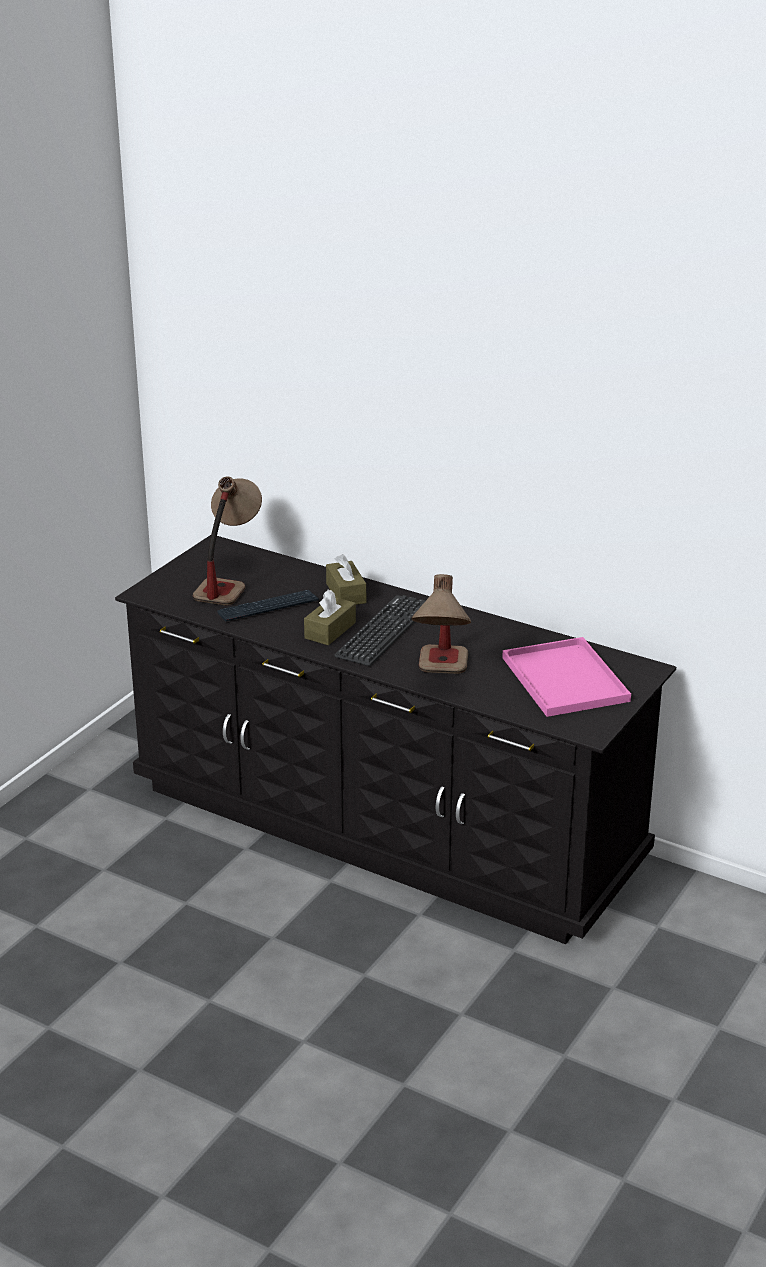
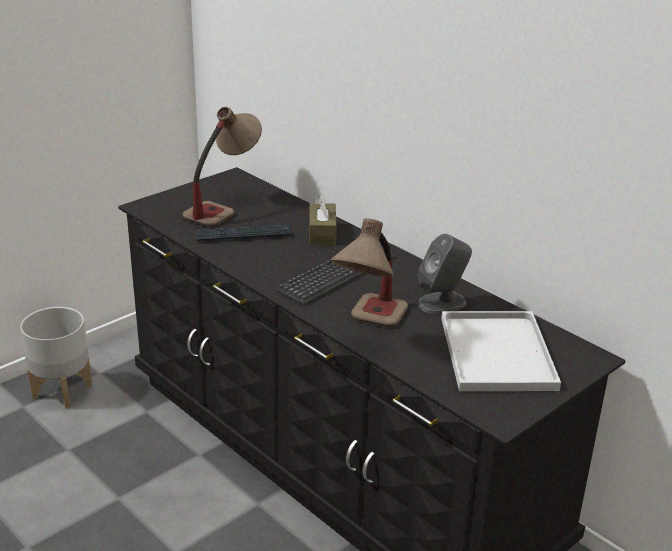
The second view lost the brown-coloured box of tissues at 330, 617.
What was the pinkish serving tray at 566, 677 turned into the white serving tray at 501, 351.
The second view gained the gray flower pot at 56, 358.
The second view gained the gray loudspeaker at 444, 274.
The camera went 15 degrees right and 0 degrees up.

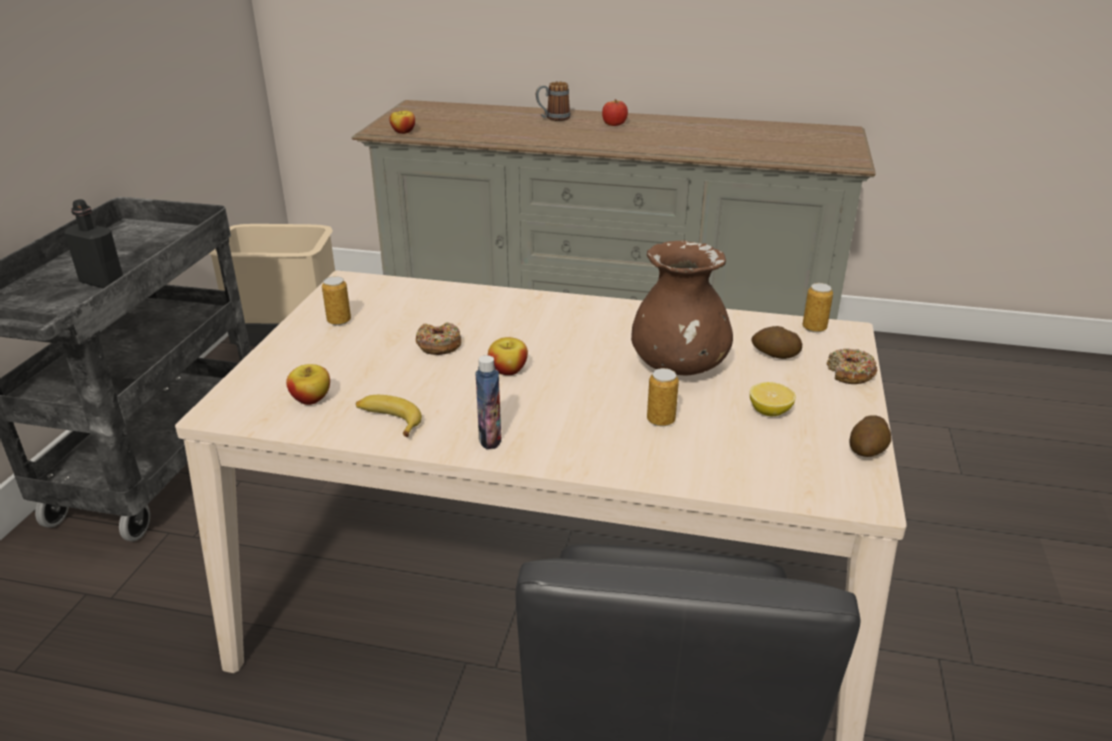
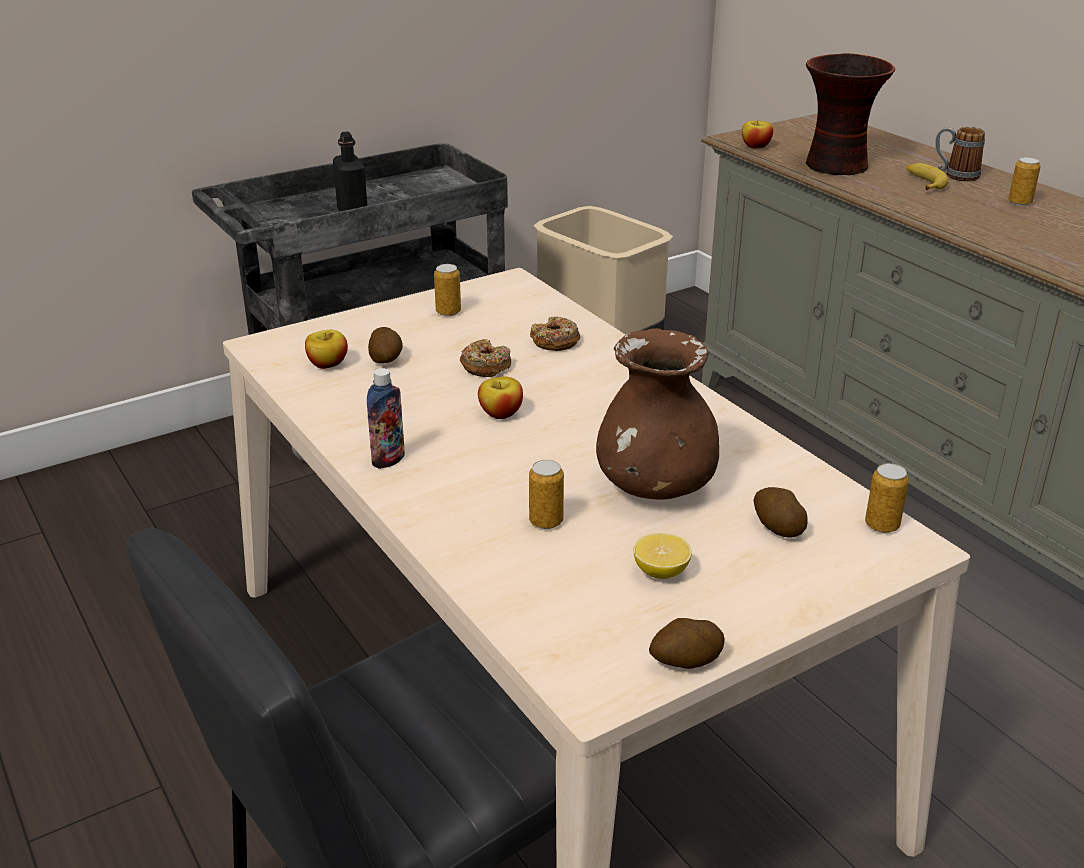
The banana ended up elsewhere, having gone from 389, 416 to 927, 176.
Where the apple fruit stood at 615, 112, the can came to stand at 1024, 181.
The ring doughnut ended up elsewhere, having gone from 852, 366 to 555, 334.
The second view gained the potato at 385, 345.
The second view gained the vase at 850, 114.
The camera went 45 degrees right and 0 degrees up.

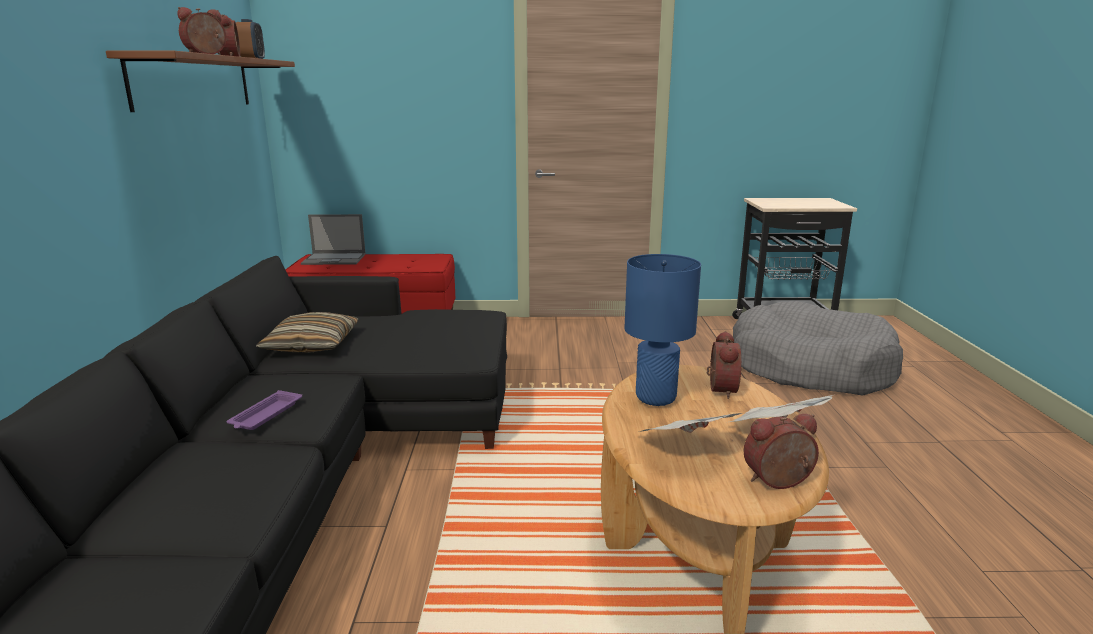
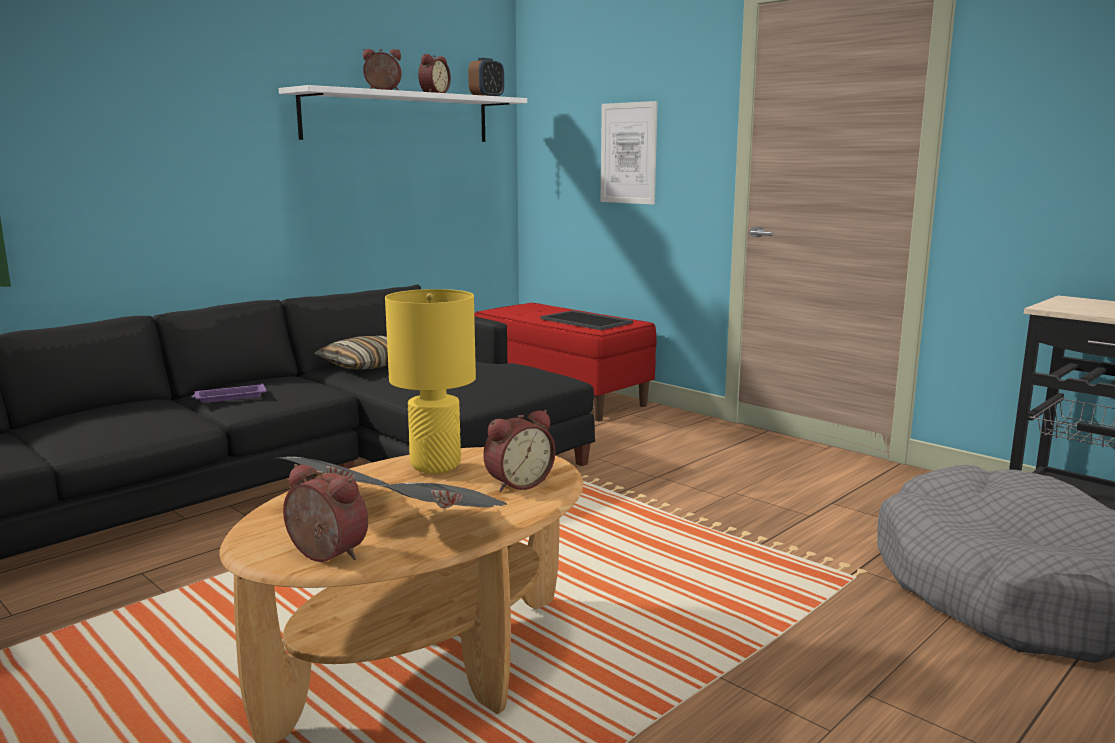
What was the brown-coloured wall shelf at 200, 81 turned into the white wall shelf at 403, 113.
The second view lost the portable computer at 333, 239.
What was the blue-coloured lamp for a table at 662, 330 turned into the yellow-coloured lamp for a table at 430, 381.
The second view gained the serving tray at 587, 320.
The second view gained the wall art at 629, 153.
The camera went 45 degrees right and 5 degrees down.

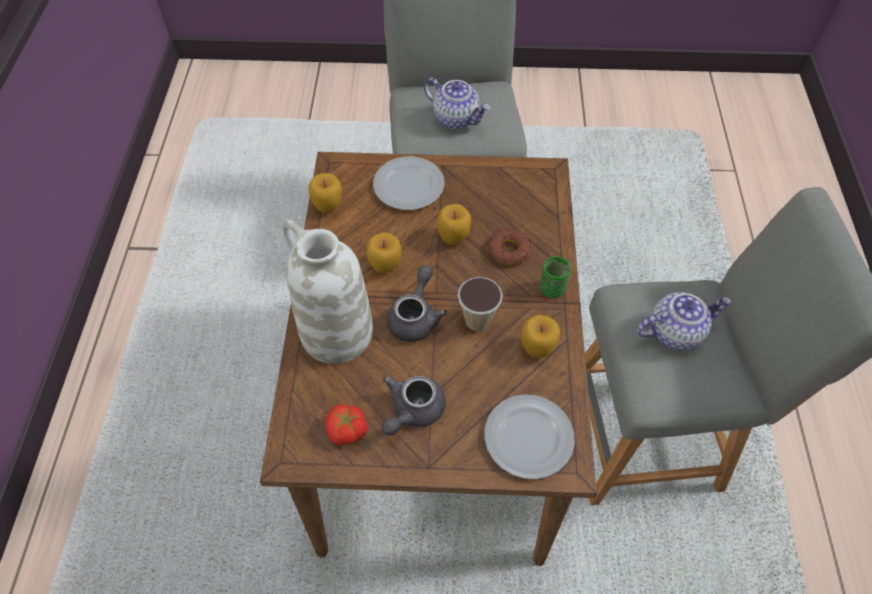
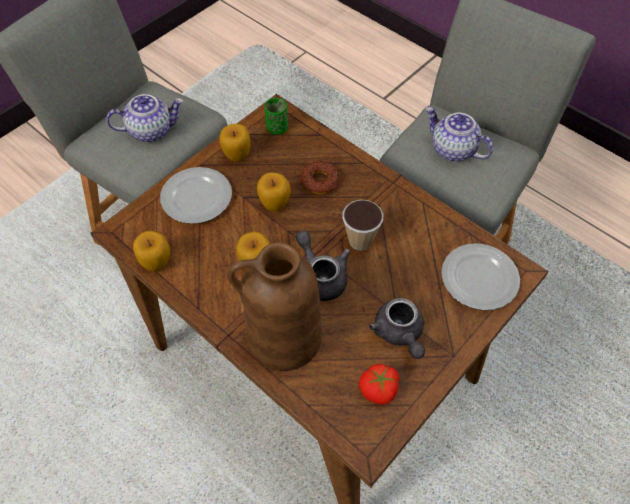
What was the white vase at 327, 292 turned into the brown-coloured vase at 274, 307.
The apple fruit ended up elsewhere, having gone from 540, 336 to 235, 143.
The green-coloured small cup ended up elsewhere, having gone from 555, 277 to 276, 116.
The tea pot at 684, 321 ended up facing another way, 75 degrees counterclockwise from before.
The camera went 50 degrees left and 0 degrees up.

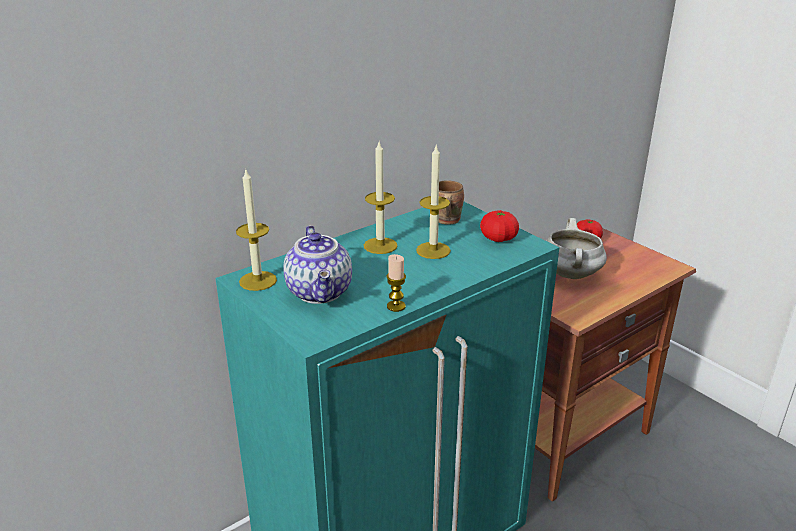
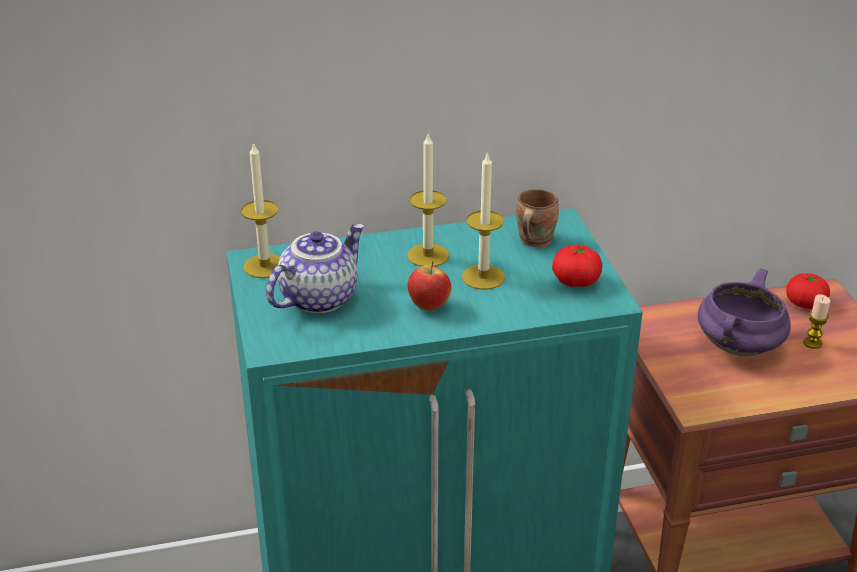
The tea pot at 317, 264 ended up facing another way, 150 degrees counterclockwise from before.
The wax candle ended up elsewhere, having gone from 396, 283 to 816, 321.
What was the white stockpot at 576, 248 turned into the purple stockpot at 744, 312.
The second view gained the apple fruit at 429, 286.
The camera went 25 degrees right and 5 degrees up.

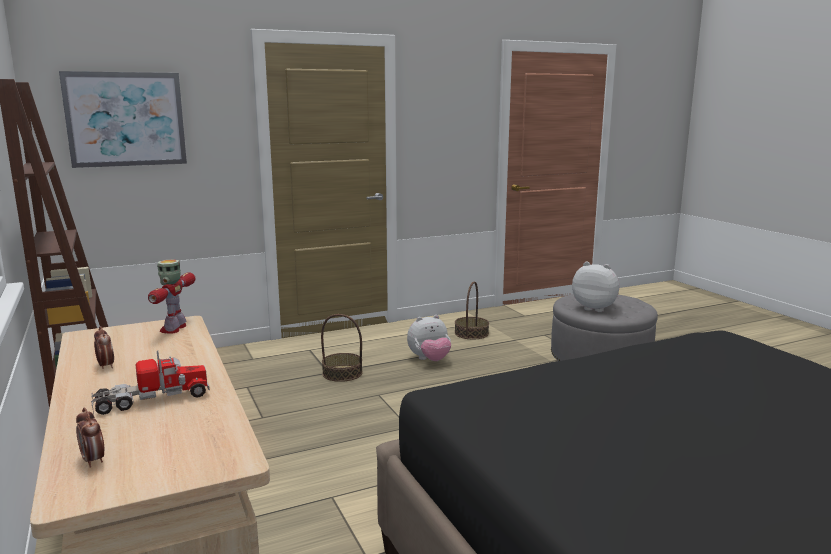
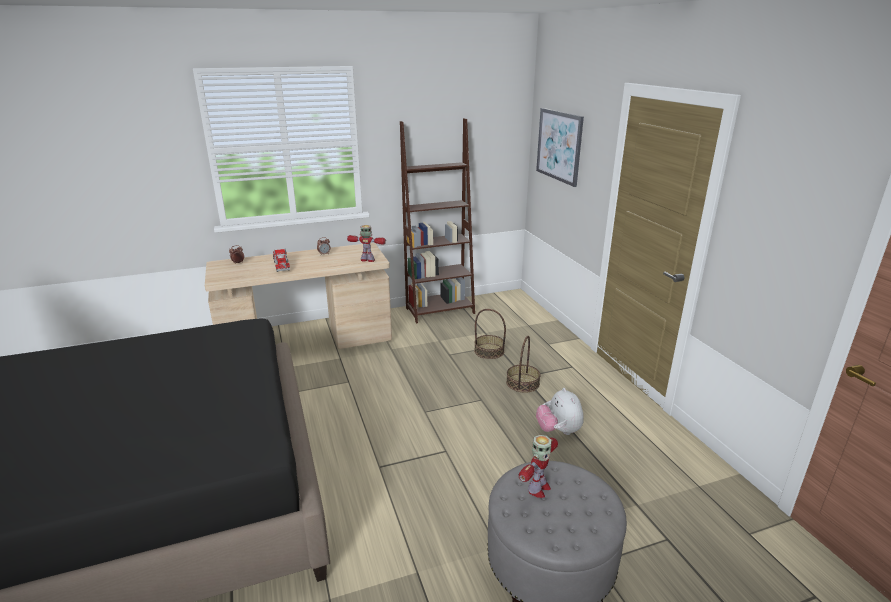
The storage basket ended up elsewhere, having gone from 471, 310 to 490, 334.
Where the soft toy stood at 596, 287, the model robot came to stand at 538, 466.
The camera went 95 degrees right and 10 degrees up.

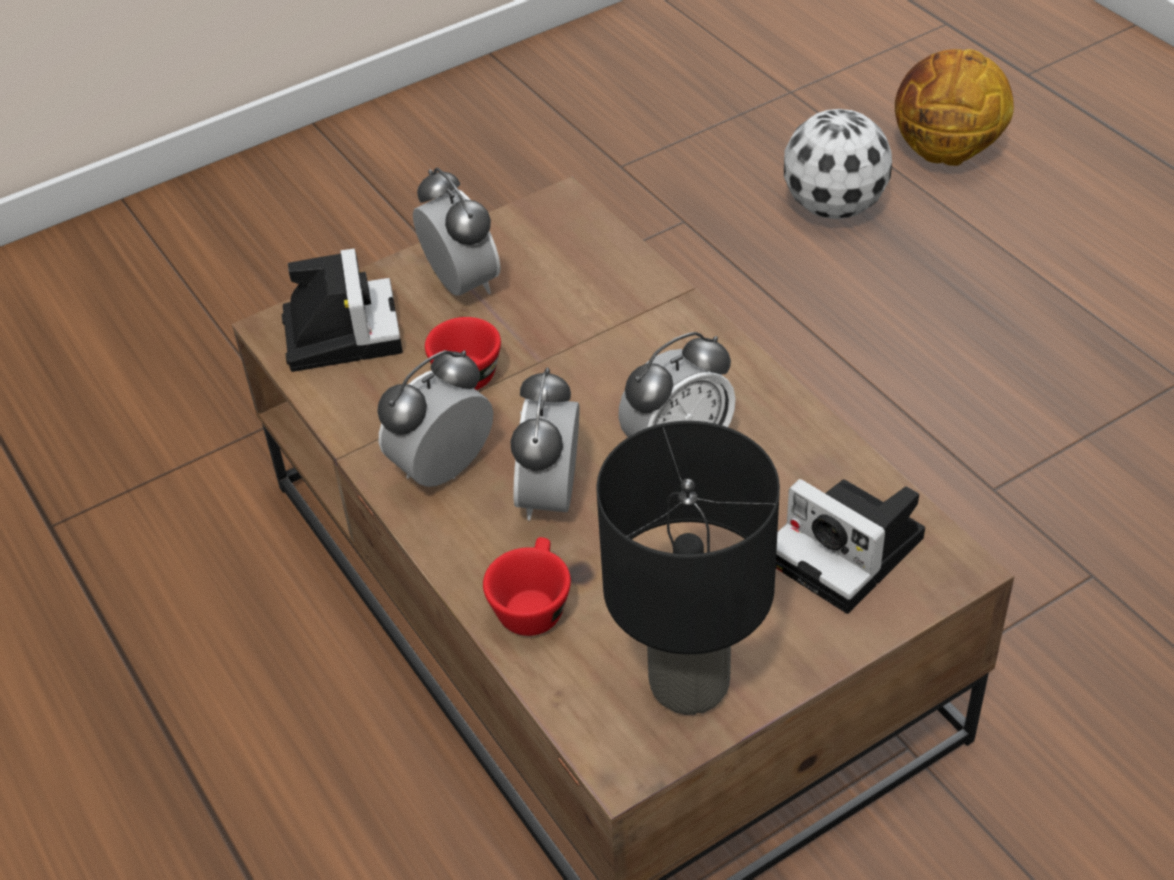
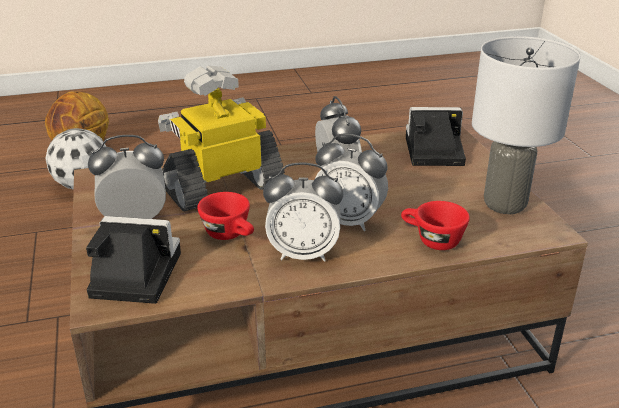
The alarm clock at 435, 418 ended up facing another way, 60 degrees counterclockwise from before.
What was the black lamp for a table at 688, 568 turned into the white lamp for a table at 526, 125.
The still camera at 850, 546 ended up facing another way, 150 degrees counterclockwise from before.
The second view gained the model robot at 221, 138.
The camera went 75 degrees left and 15 degrees down.

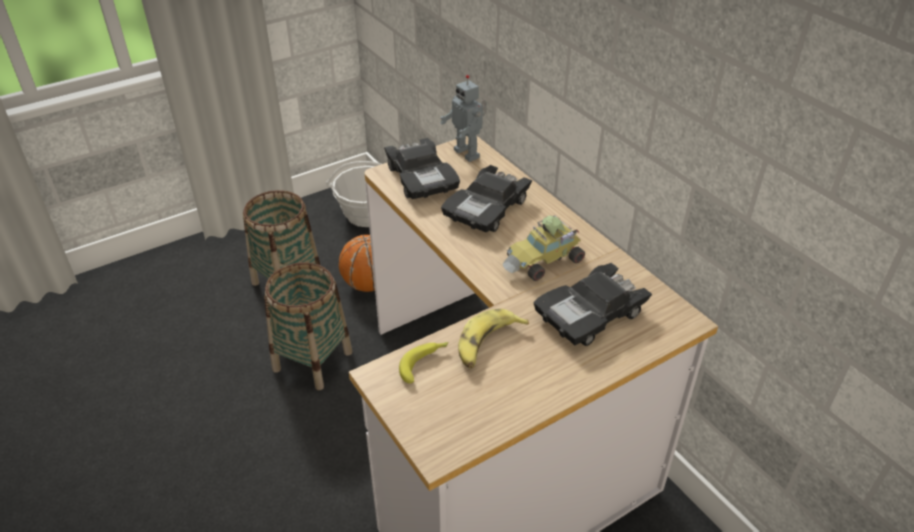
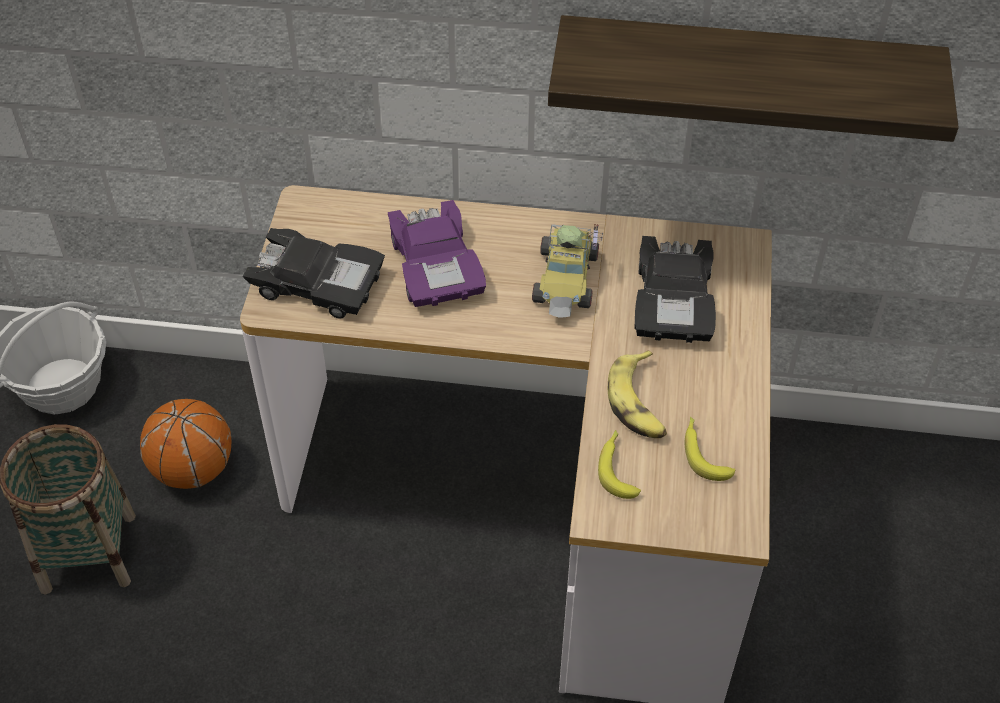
The second view lost the storage basket at 308, 326.
The second view lost the model robot at 463, 118.
What was the black miniature car at 486, 199 turned into the purple miniature car at 437, 253.
The second view gained the wall shelf at 753, 78.
The second view gained the banana at 710, 449.
The camera went 50 degrees left and 10 degrees up.

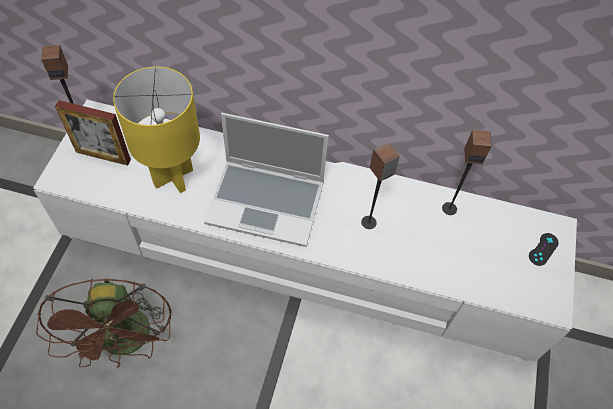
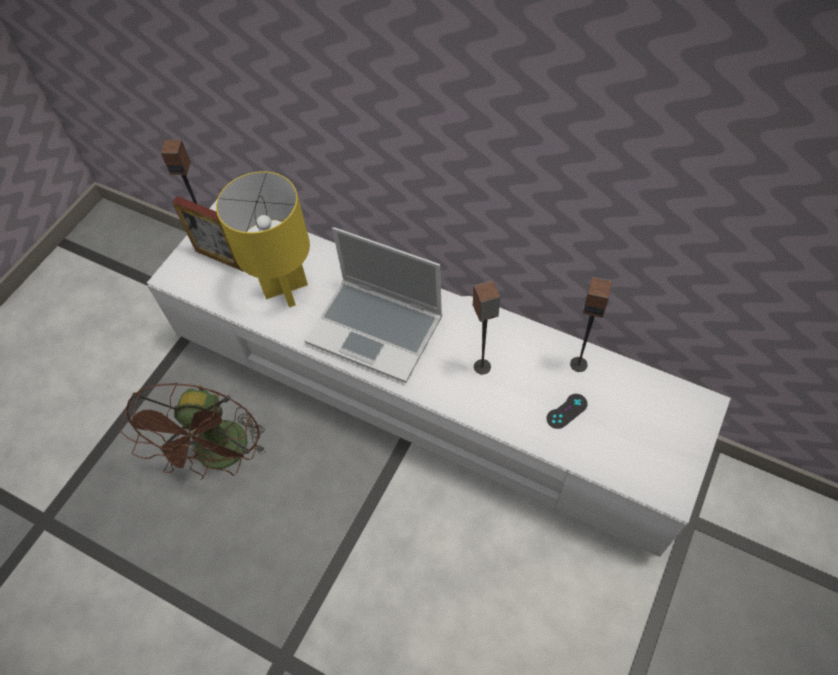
The black gamepad ended up elsewhere, having gone from 544, 249 to 567, 411.
The camera went 20 degrees right and 0 degrees up.

